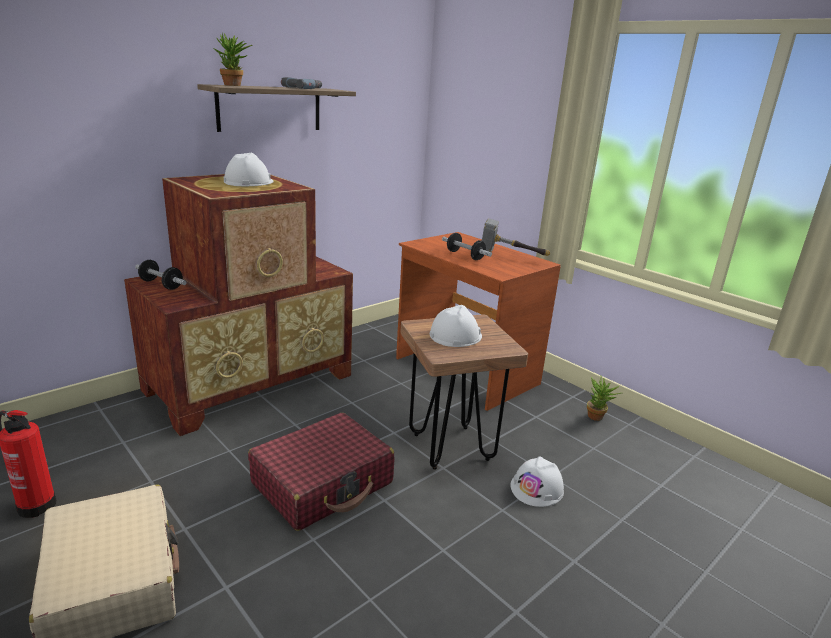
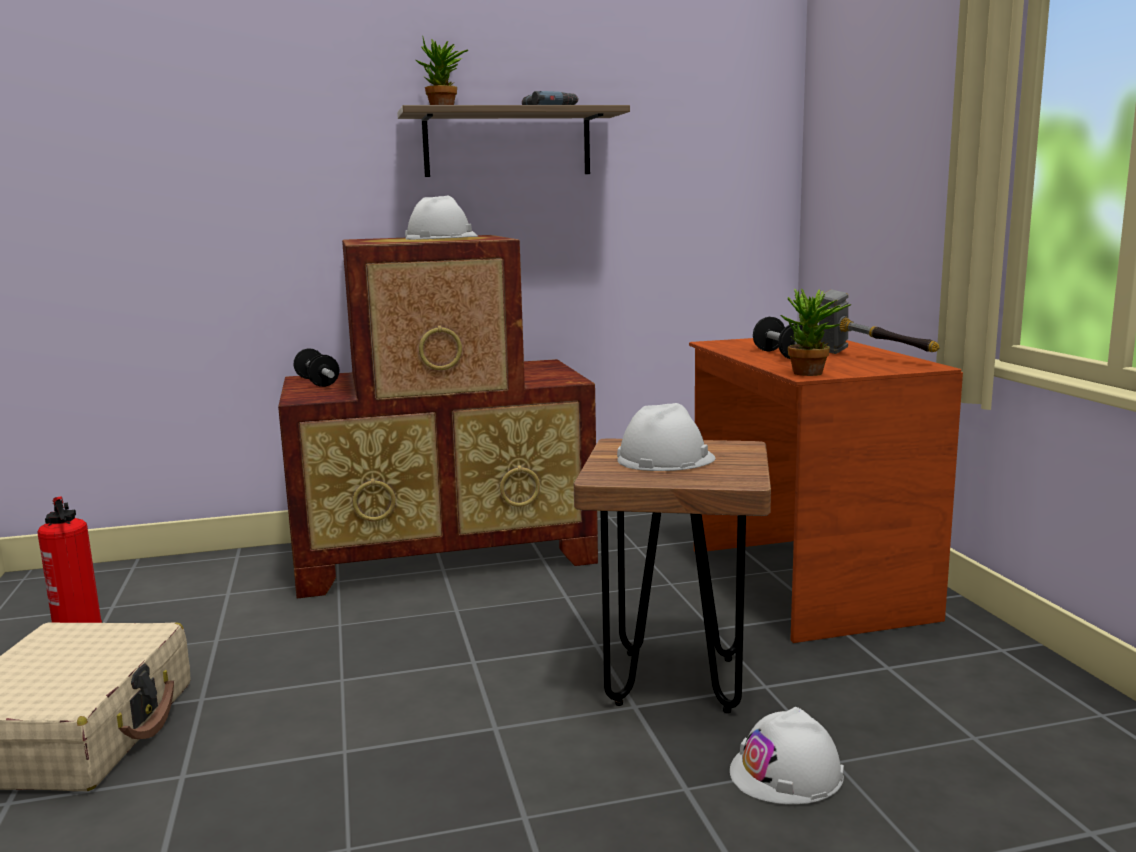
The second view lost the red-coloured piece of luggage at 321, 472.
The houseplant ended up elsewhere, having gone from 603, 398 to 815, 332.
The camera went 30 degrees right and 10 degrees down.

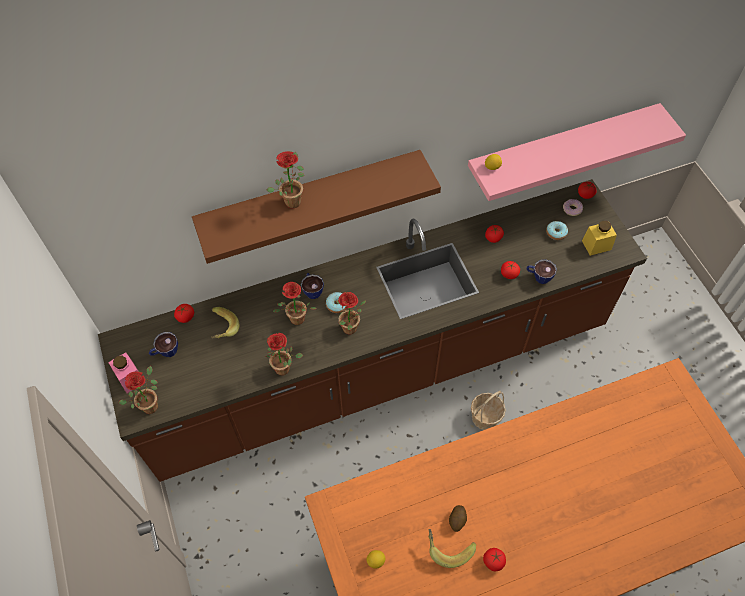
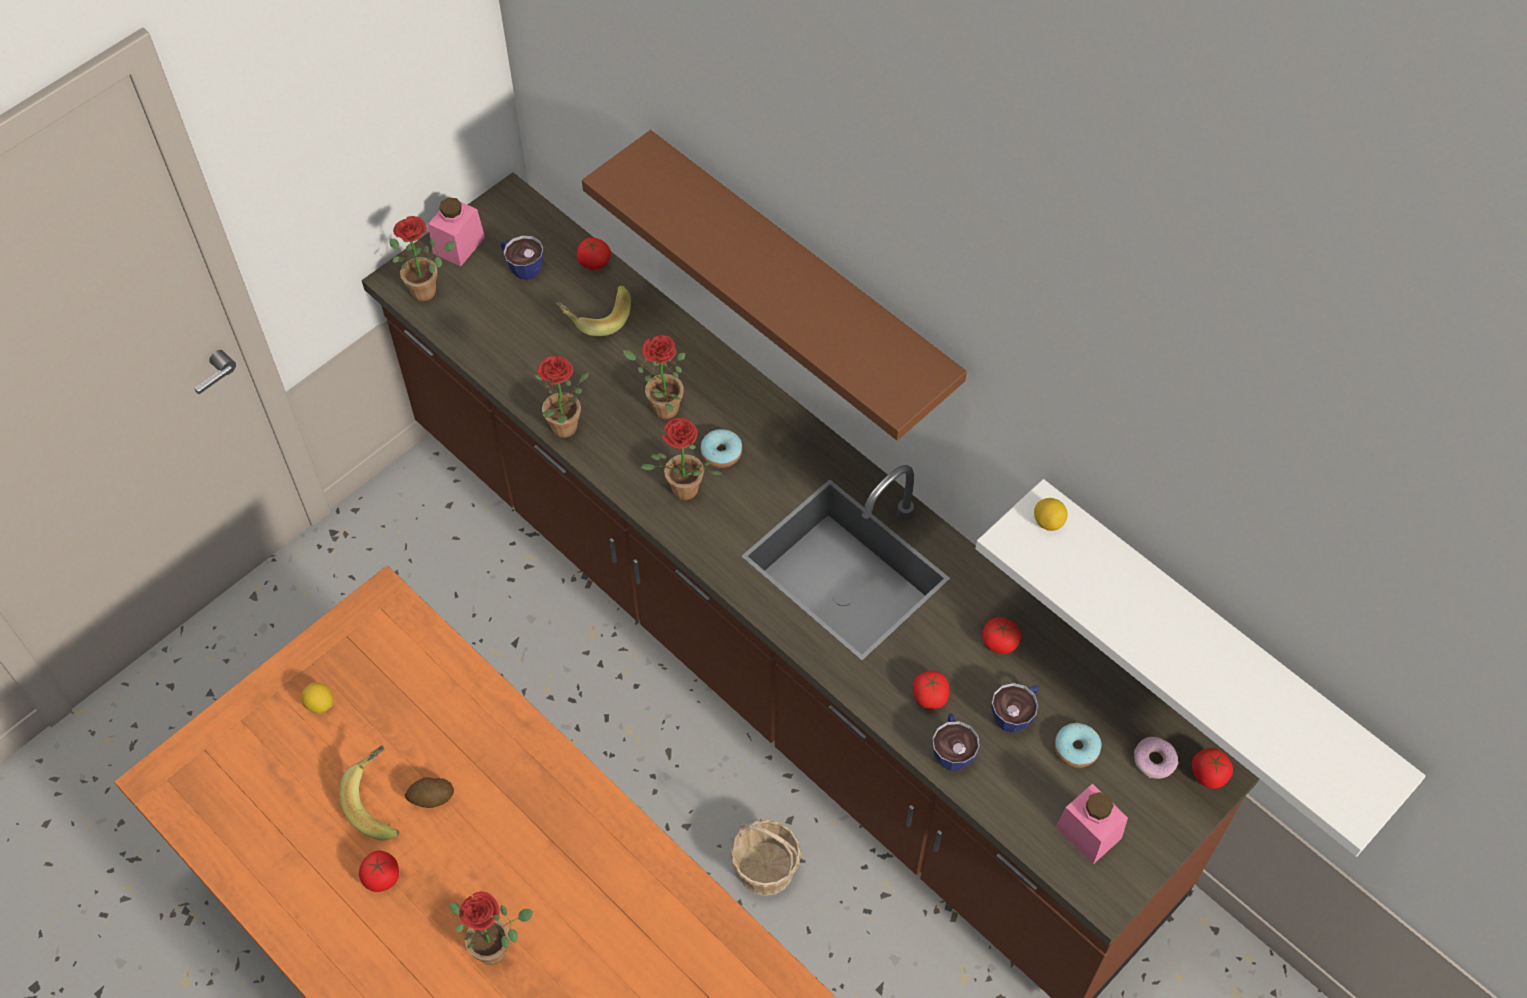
The houseplant ended up elsewhere, having gone from 285, 179 to 491, 928.
The small cup ended up elsewhere, having gone from 312, 286 to 1015, 708.
What was the pinkish wall shelf at 577, 152 turned into the white wall shelf at 1200, 668.
What was the yellow-coloured storage jar at 599, 238 turned into the pinkish storage jar at 1092, 824.
The camera went 65 degrees right and 0 degrees up.

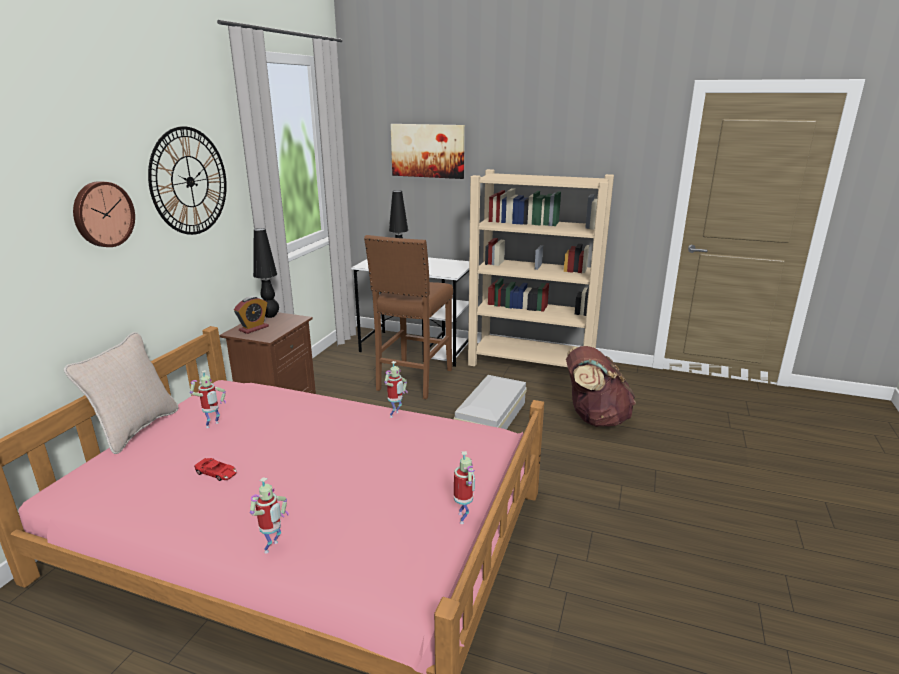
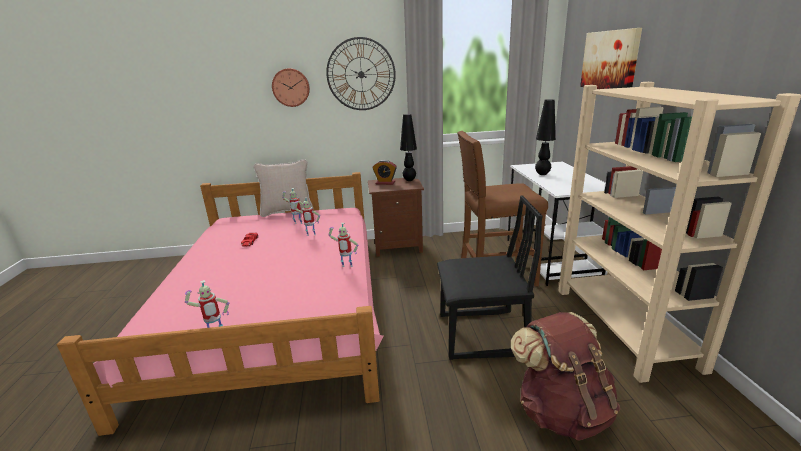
The model robot ended up elsewhere, having gone from 269, 515 to 307, 216.
Where the white storage box stood at 490, 402, the black upright chair came to stand at 490, 277.
The camera went 65 degrees right and 0 degrees up.

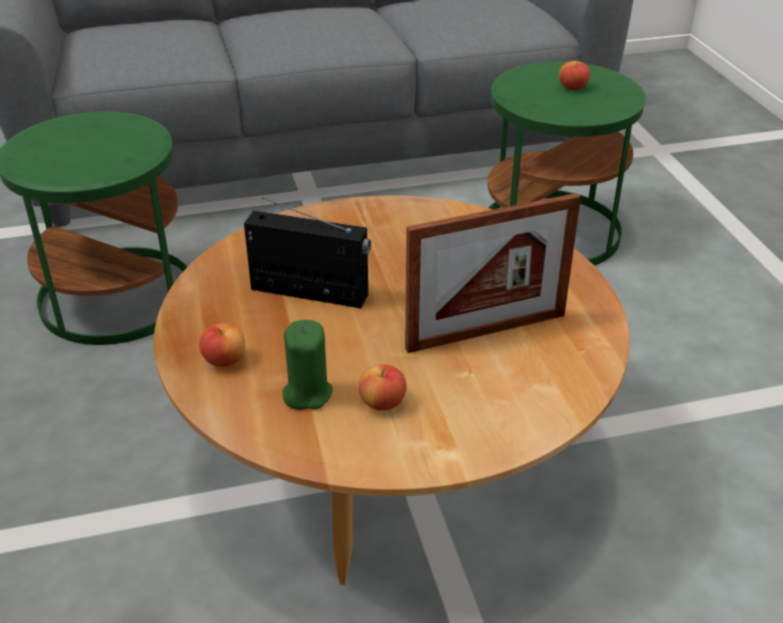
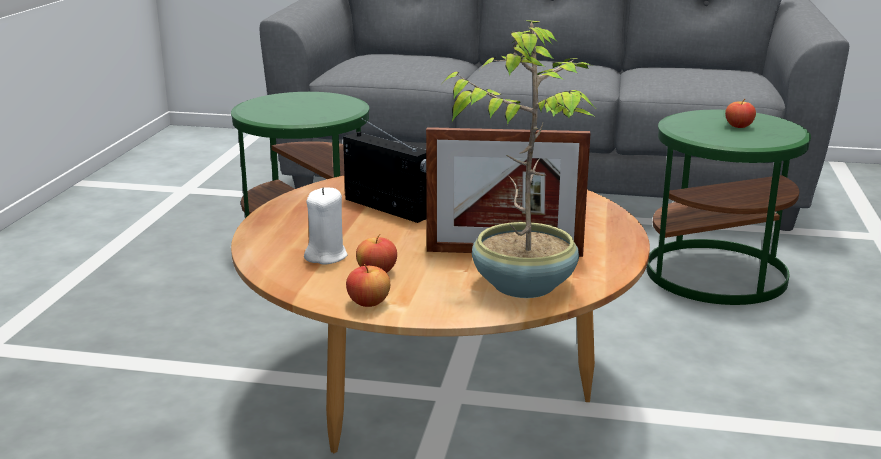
The apple fruit ended up elsewhere, having gone from 222, 345 to 368, 285.
What was the green-coloured wax candle at 308, 365 turned into the white wax candle at 326, 226.
The second view gained the houseplant at 519, 159.
The camera went 25 degrees right and 15 degrees down.

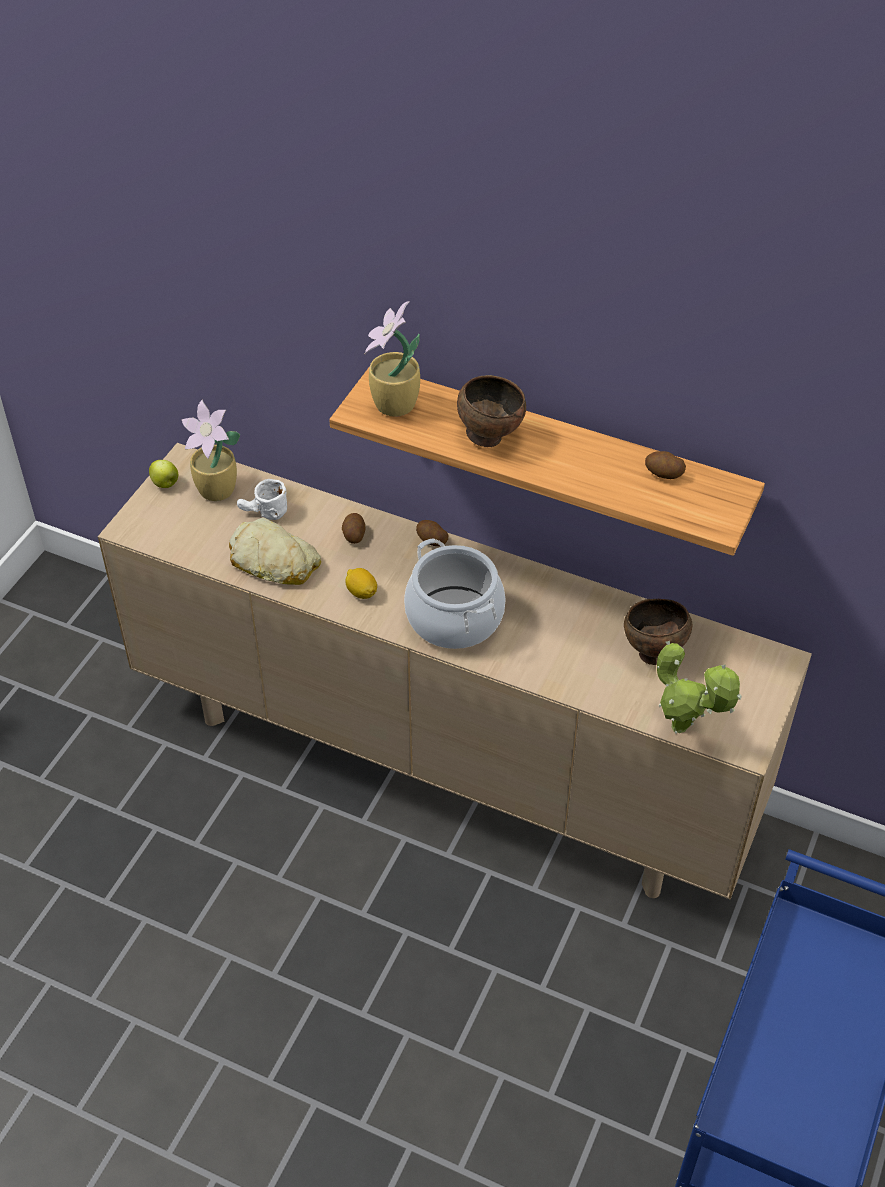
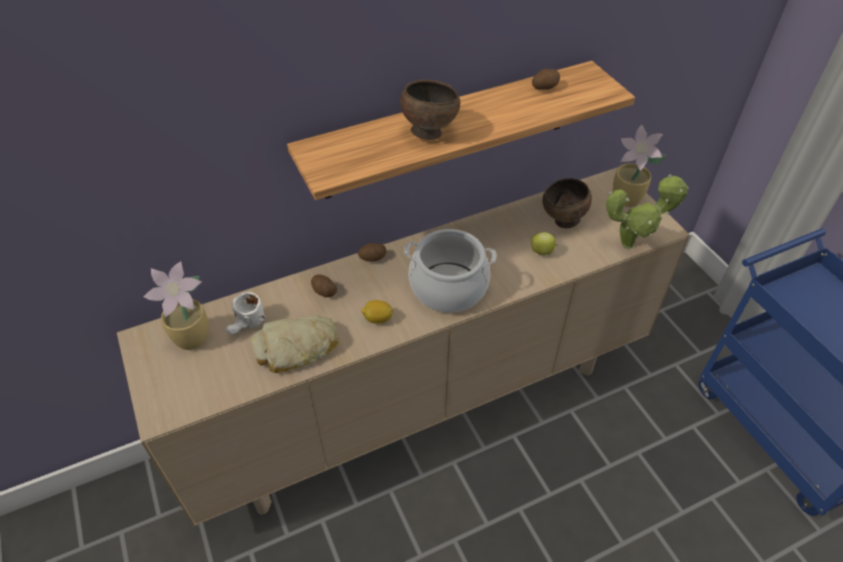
The apple fruit ended up elsewhere, having gone from 163, 474 to 544, 243.
The houseplant ended up elsewhere, having gone from 392, 359 to 639, 166.
The camera went 50 degrees left and 0 degrees up.

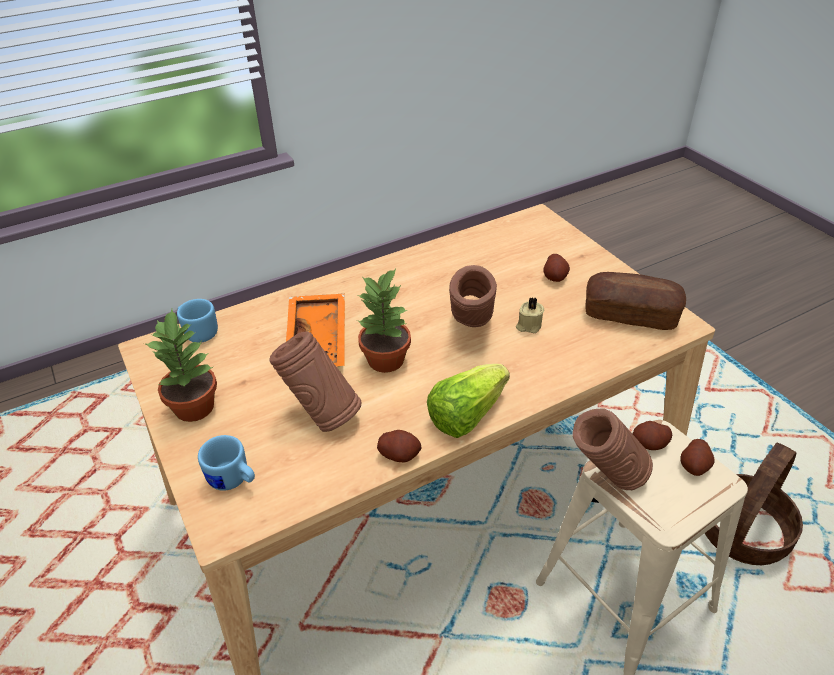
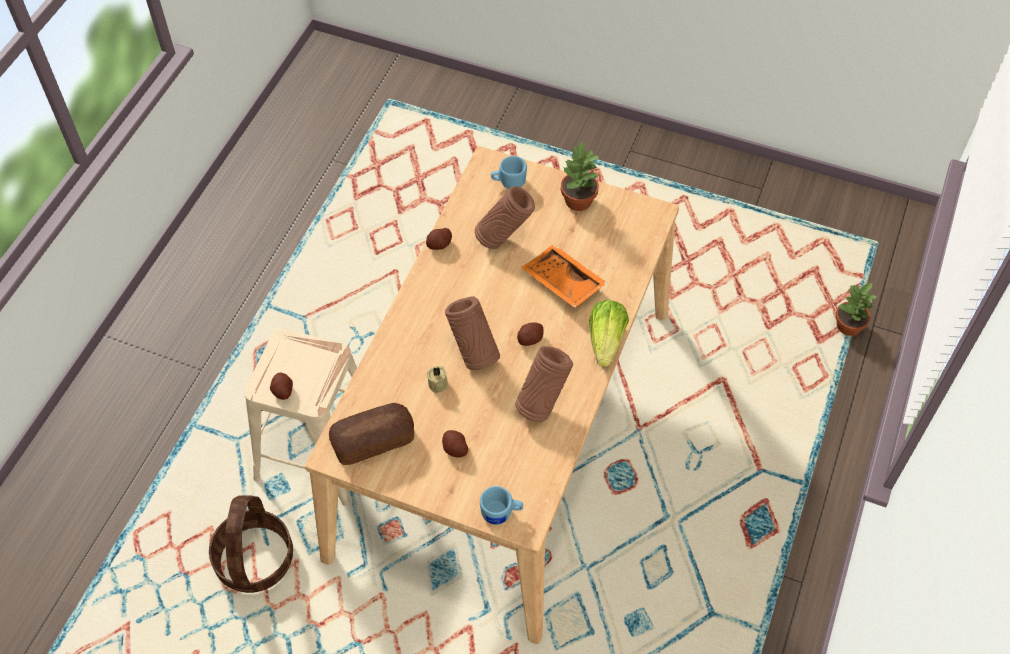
The blue-coloured coffee mug ended up elsewhere, having gone from 197, 321 to 501, 505.
The houseplant ended up elsewhere, having gone from 384, 321 to 855, 309.
The lettuce head ended up elsewhere, having gone from 468, 401 to 609, 333.
The brown-coloured vase ended up elsewhere, having gone from 612, 449 to 544, 384.
The potato ended up elsewhere, having gone from 652, 435 to 530, 334.
The camera went 140 degrees right and 15 degrees up.

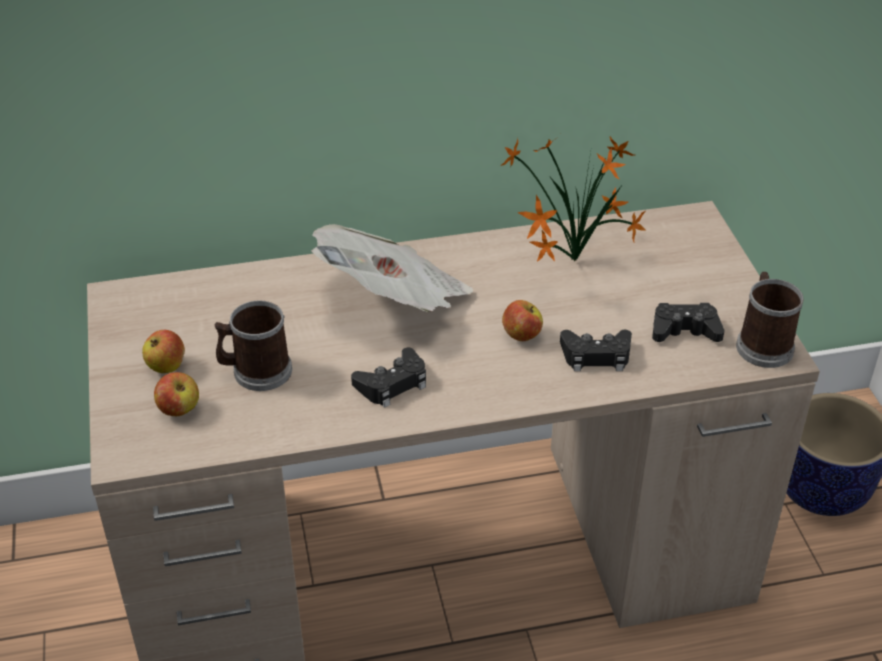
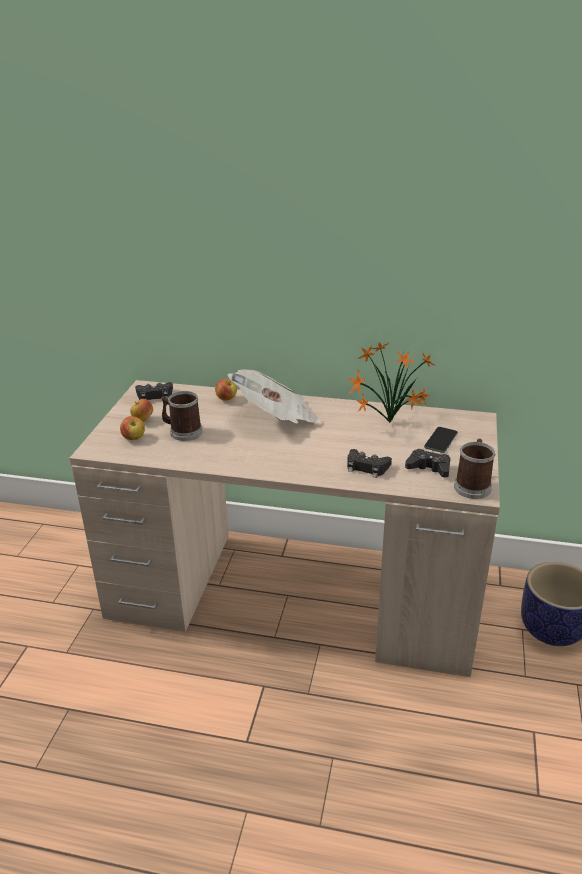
The black gamepad ended up elsewhere, having gone from 388, 378 to 154, 391.
The apple fruit ended up elsewhere, having gone from 522, 320 to 226, 390.
The second view gained the phone at 441, 440.
The camera went 25 degrees right and 10 degrees down.

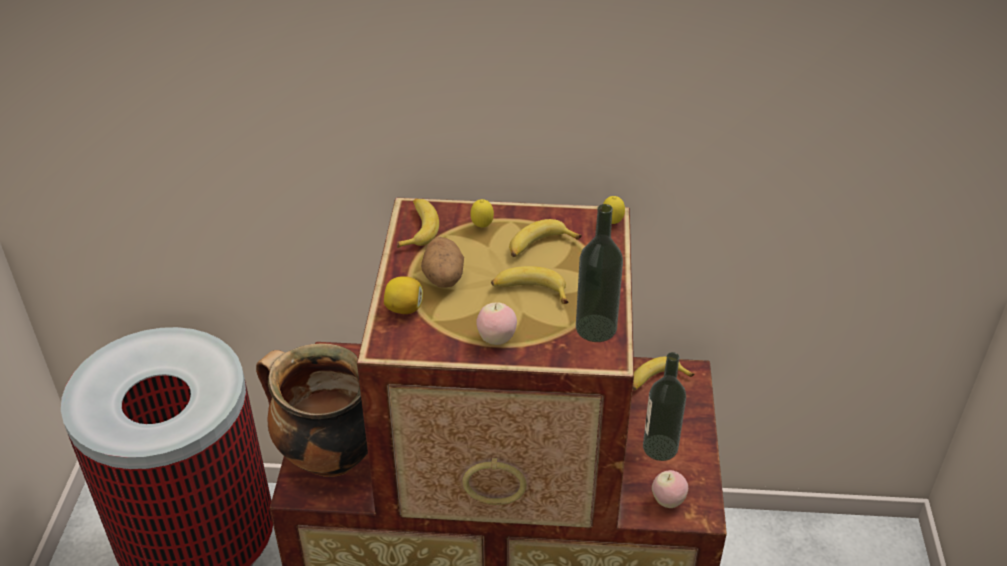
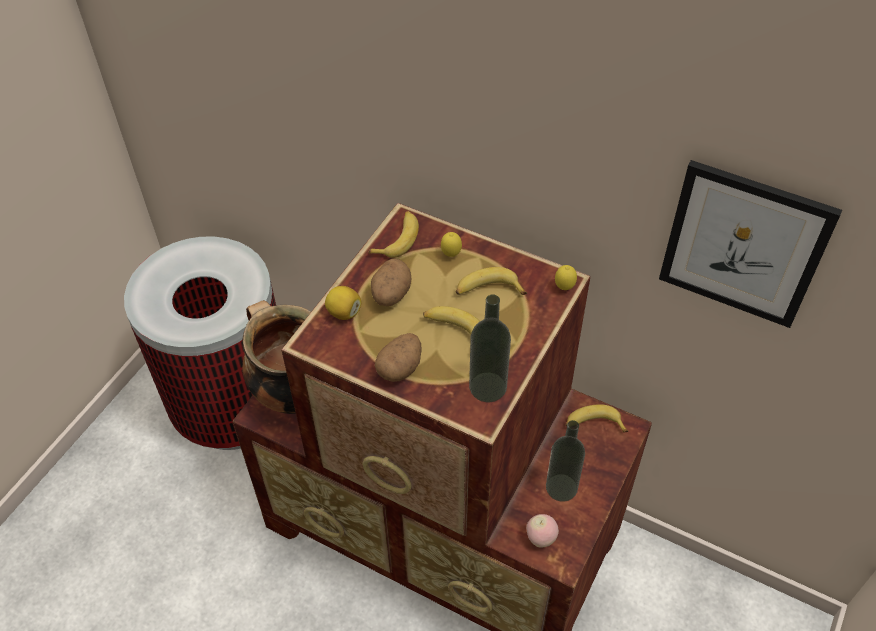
Where the apple fruit stood at 496, 323, the potato came to stand at 398, 357.
The second view gained the wall art at 750, 244.
The camera went 25 degrees right and 10 degrees up.

